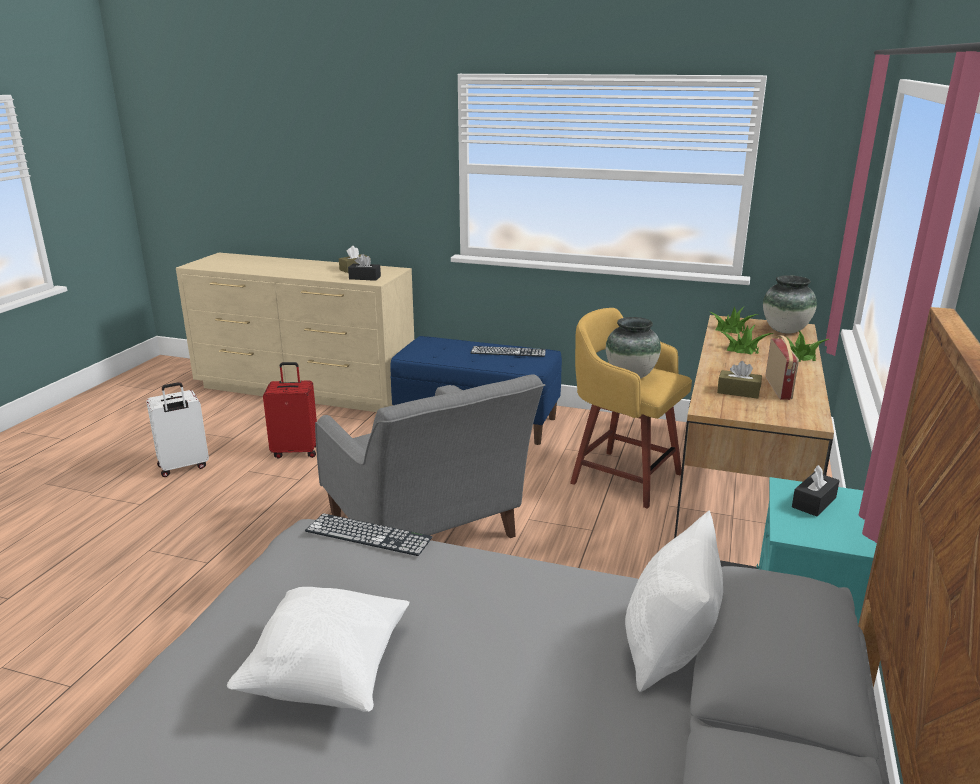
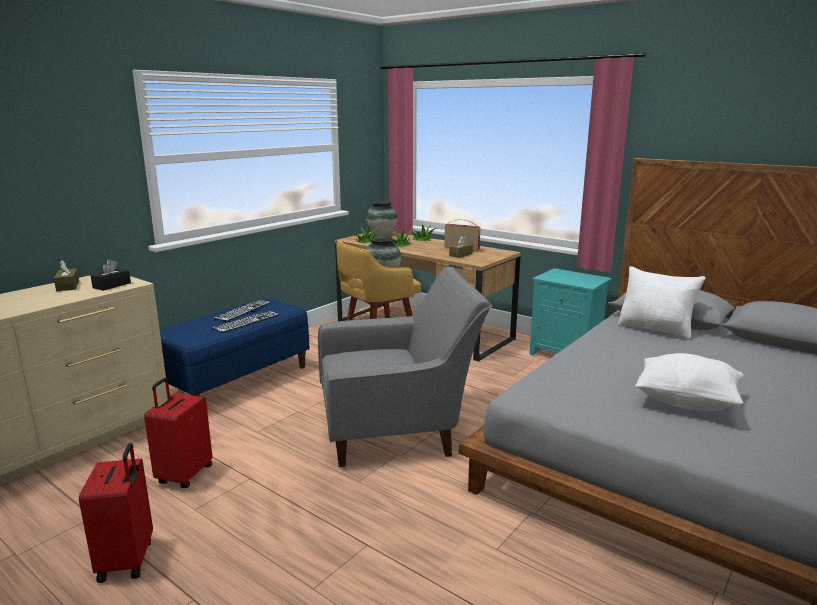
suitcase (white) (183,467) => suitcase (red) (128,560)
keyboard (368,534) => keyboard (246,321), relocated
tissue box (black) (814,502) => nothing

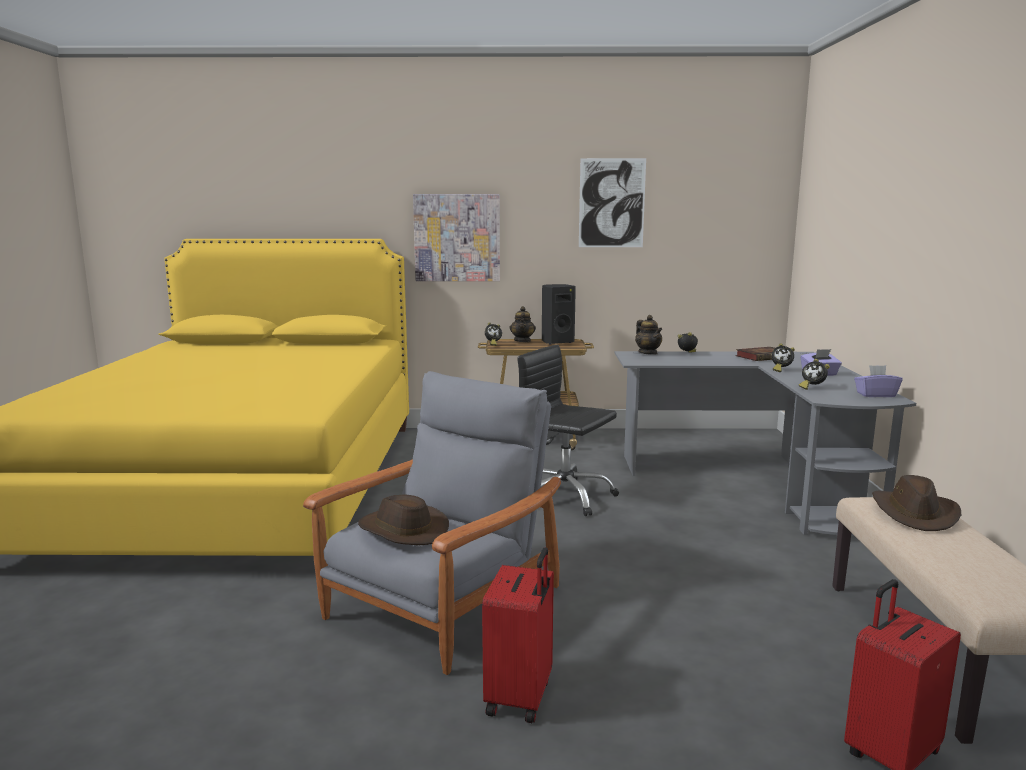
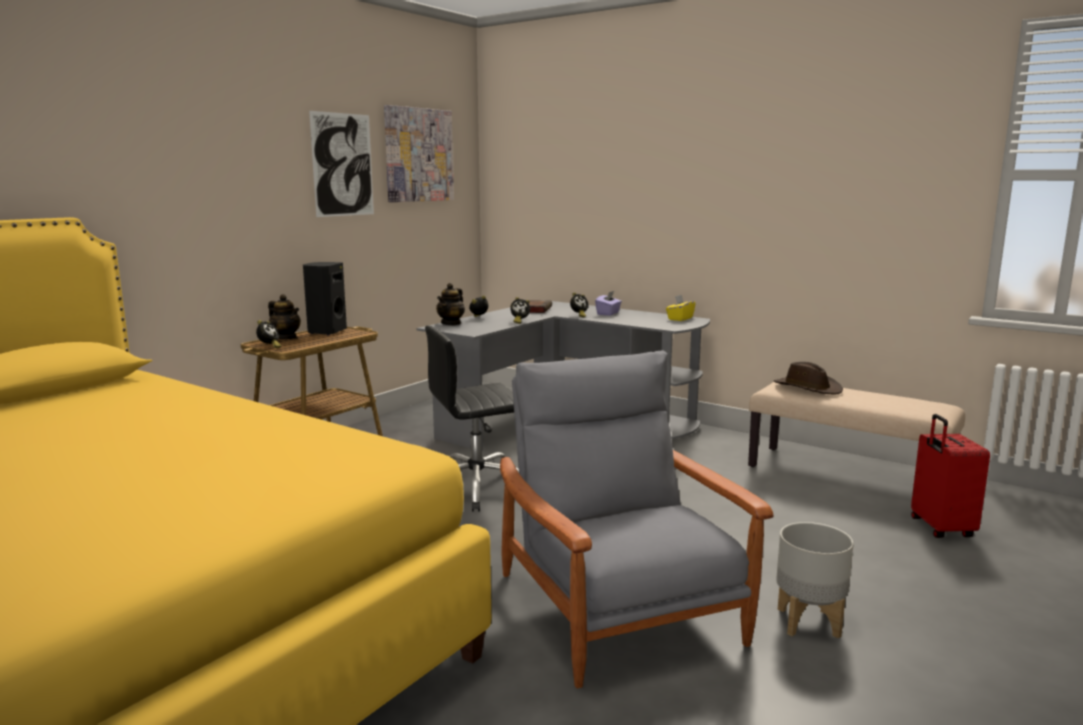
hat (brown) (402,530) => nothing
picture (457,238) => picture (418,155), relocated
suitcase (red) (521,697) => planter (grey) (809,622)
teapot (648,353) => teapot (451,323), 105 degrees clockwise
alarm clock (812,388) => alarm clock (519,321), relocated
tissue box (purple) (875,395) => tissue box (yellow) (680,319)

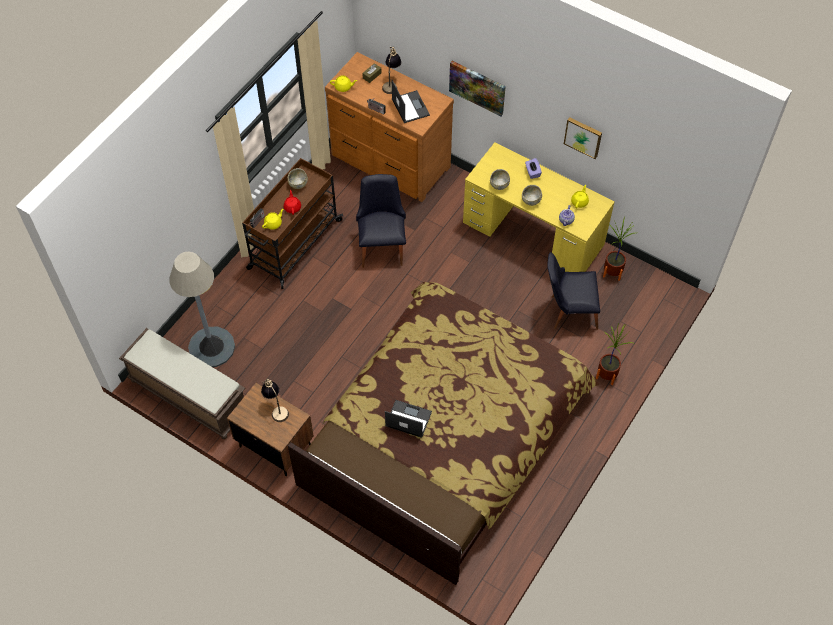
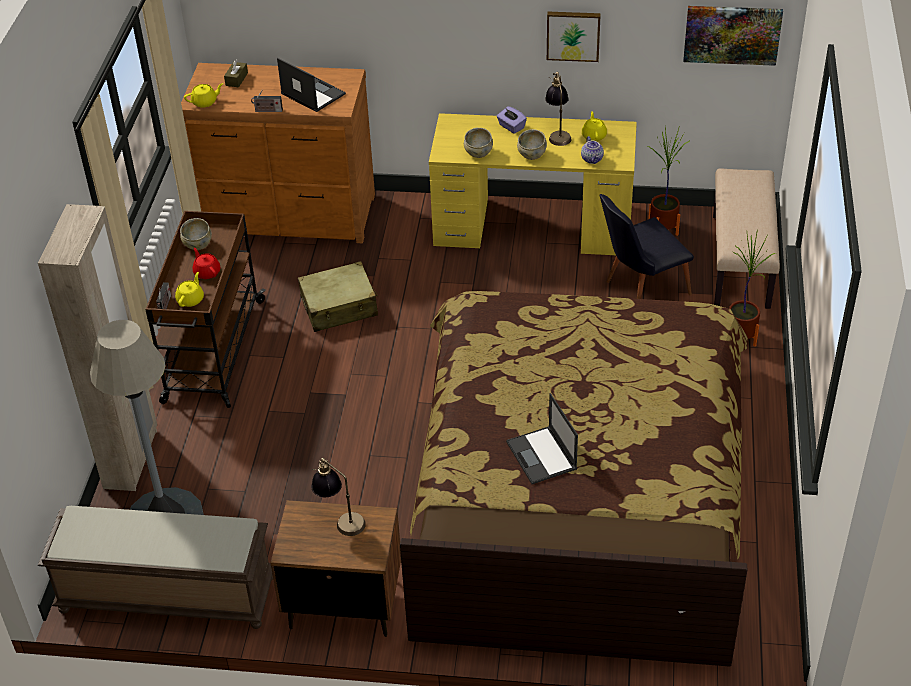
chair (black) (382,244) => suitcase (beige) (339,307)
table lamp (391,83) => table lamp (558,133), relocated
laptop (408,419) => laptop (542,456), 105 degrees counterclockwise
picture (477,87) => picture (732,34), relocated
nothing => wardrobe (beige) (131,459)
nothing => bench (beige) (741,261)

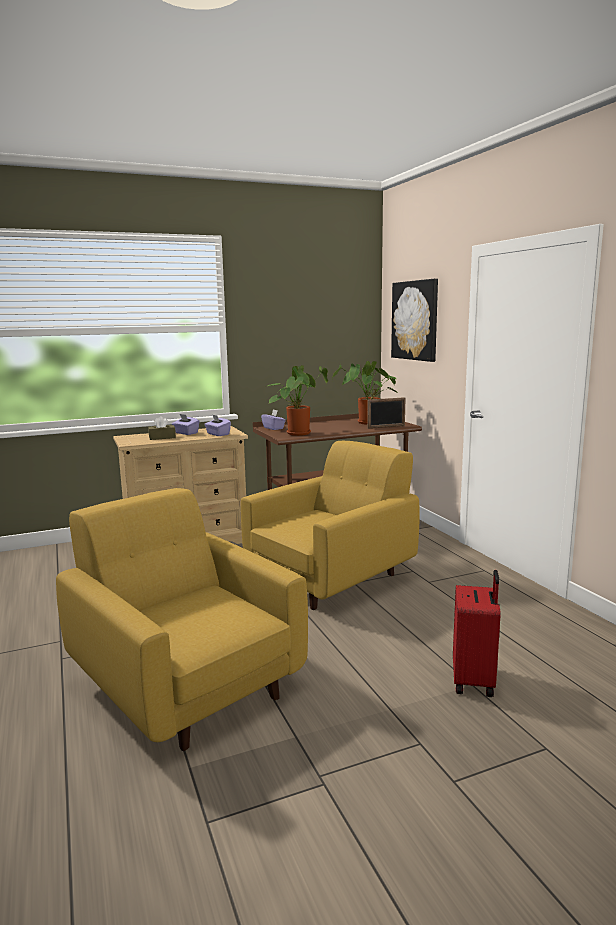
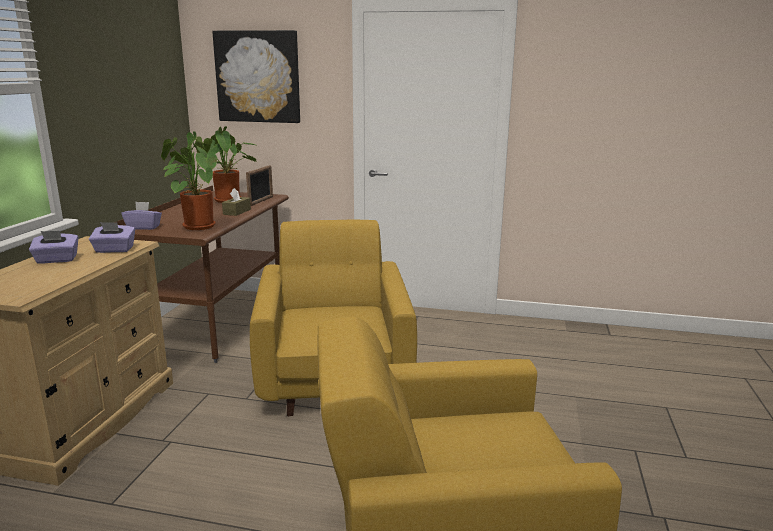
tissue box (brown) (162,437) => tissue box (brown) (237,212), relocated
suitcase (red) (474,681) => nothing

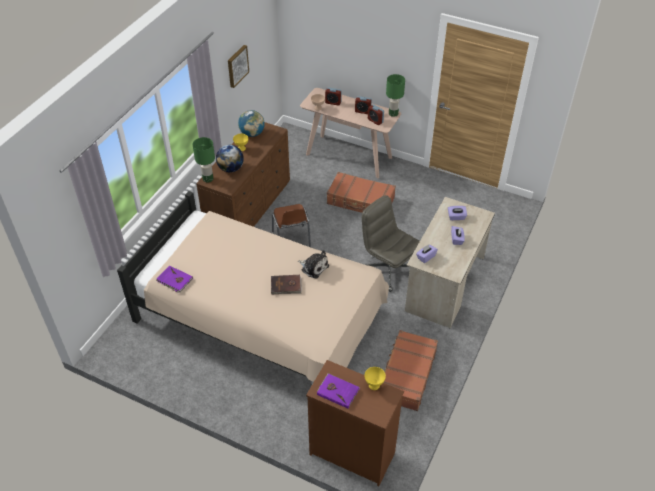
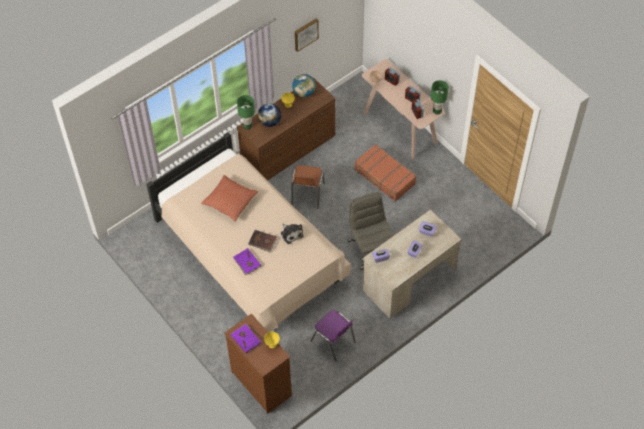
book (purple) (174,280) => book (purple) (247,262), relocated
suitcase (brown) (406,375) => chair (purple) (334,342)
nothing => pillow (230,201)

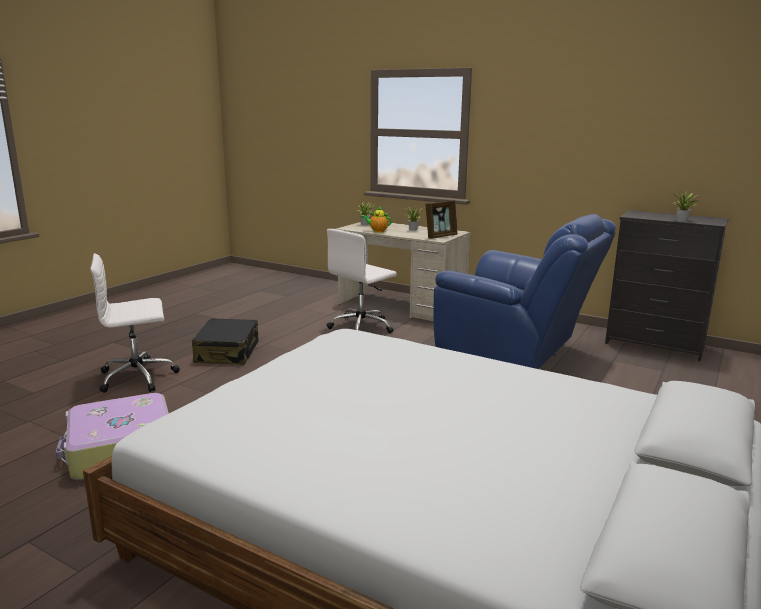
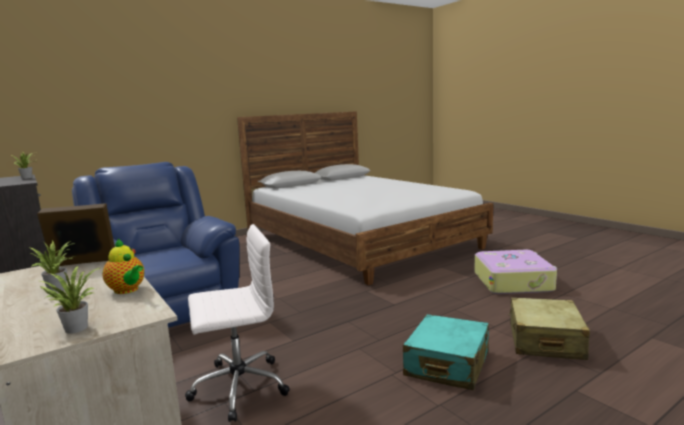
office chair (white) (139,377) => suitcase (beige) (545,341)
suitcase (black) (227,352) => suitcase (turquoise) (447,364)

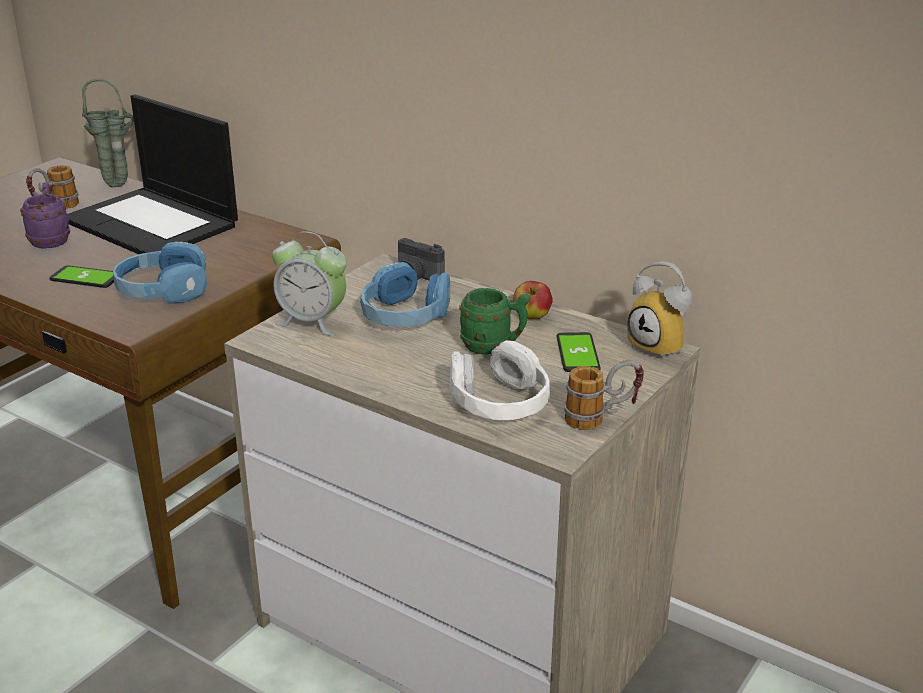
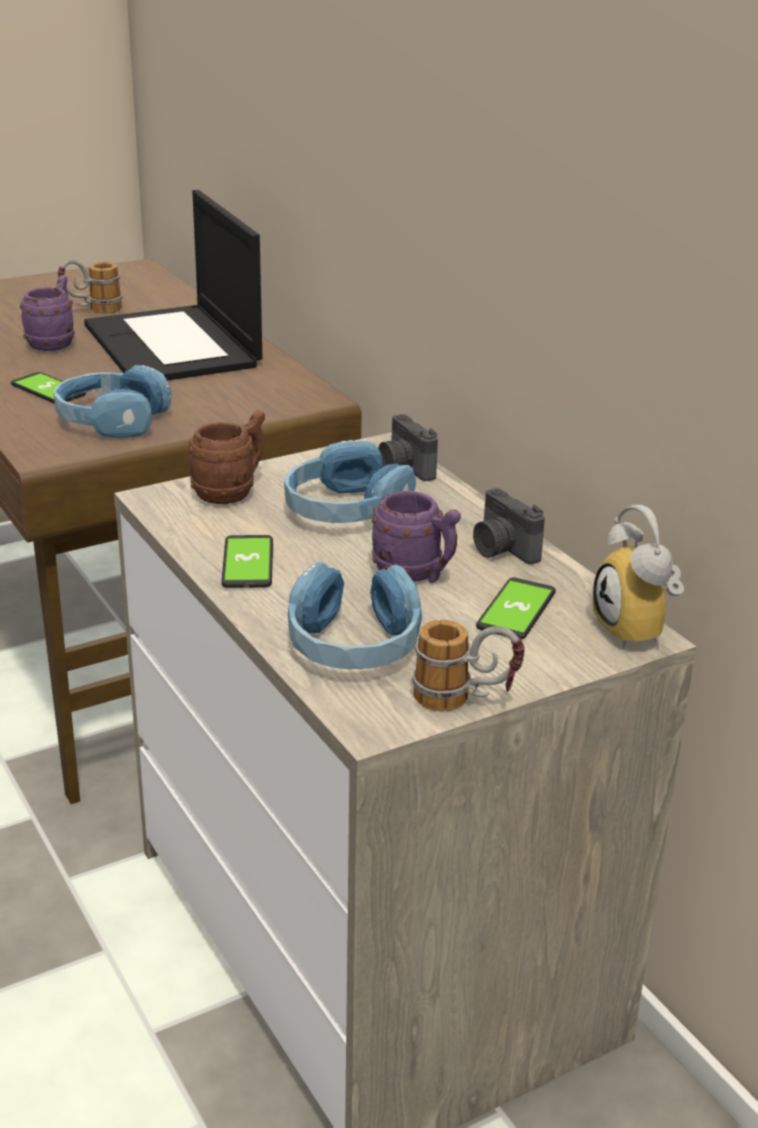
vase (green) (120,186) => nothing
alarm clock (312,322) => mug (brown) (232,492)
headphones (white) (498,403) => headphones (blue) (354,644)
mug (green) (494,347) => mug (purple) (416,575)
apple (532,317) => photo camera (502,550)
nothing => phone (248,563)

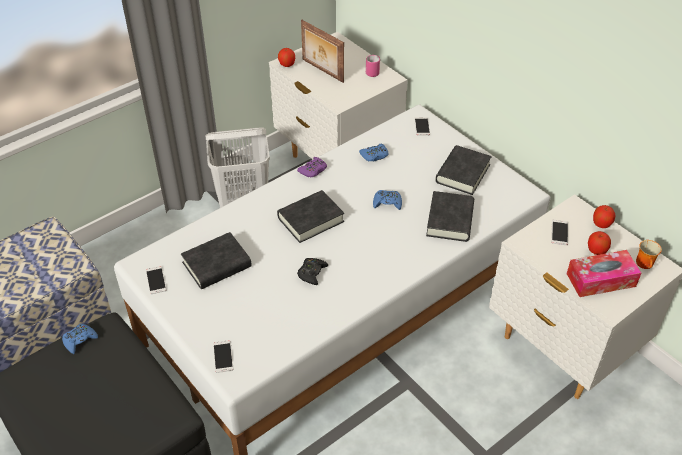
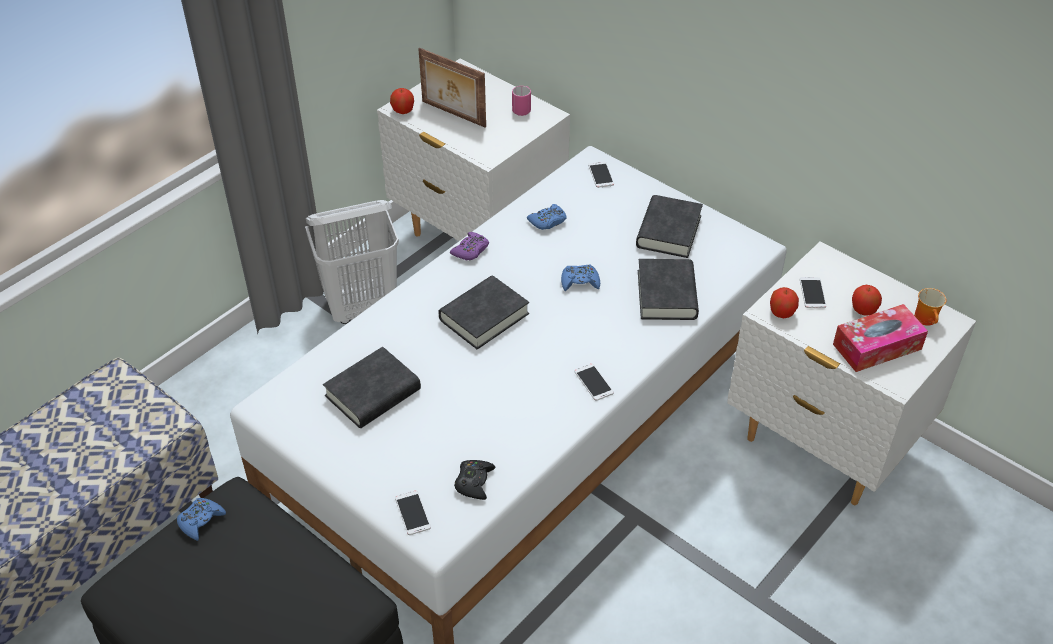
phone (156,280) => phone (593,382), relocated
game controller (black) (312,273) => game controller (black) (474,482), relocated
apple (601,224) => apple (781,313), relocated

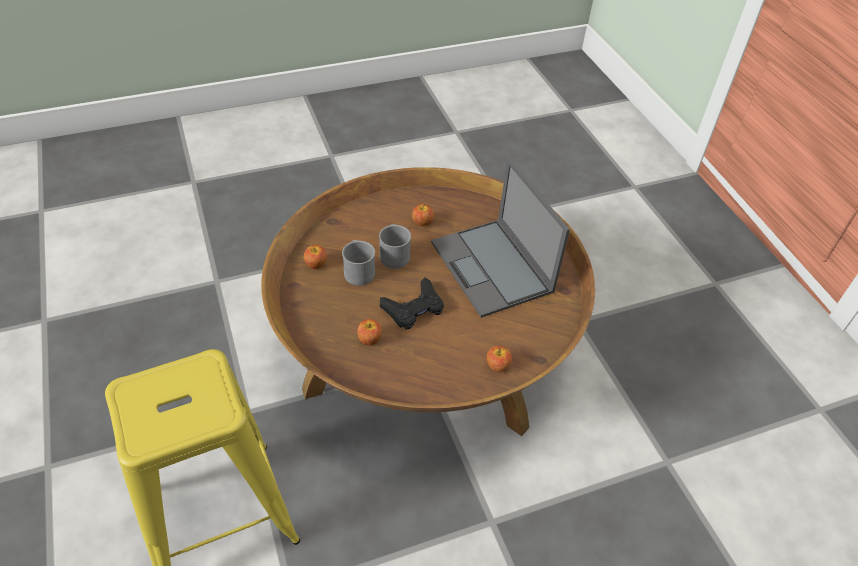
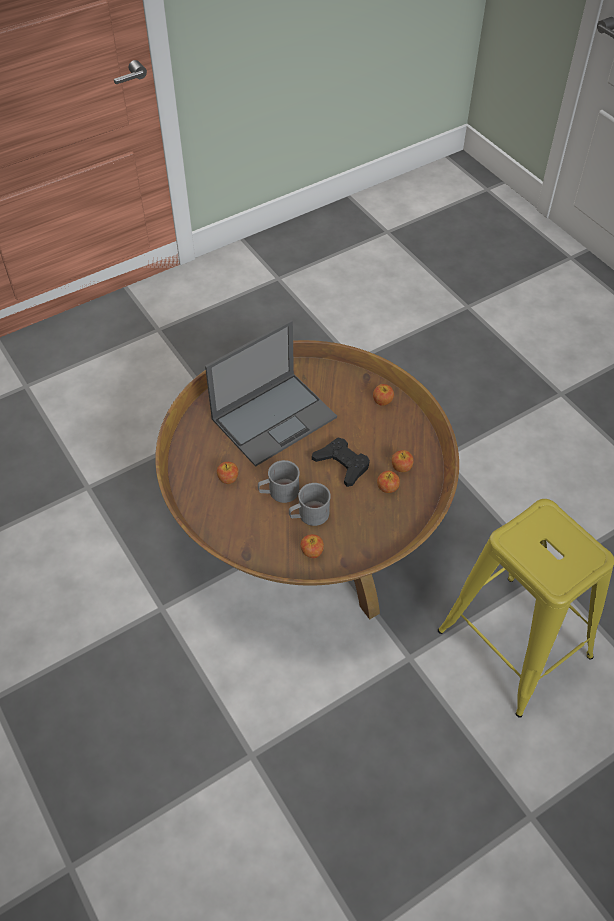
nothing => apple (401,467)

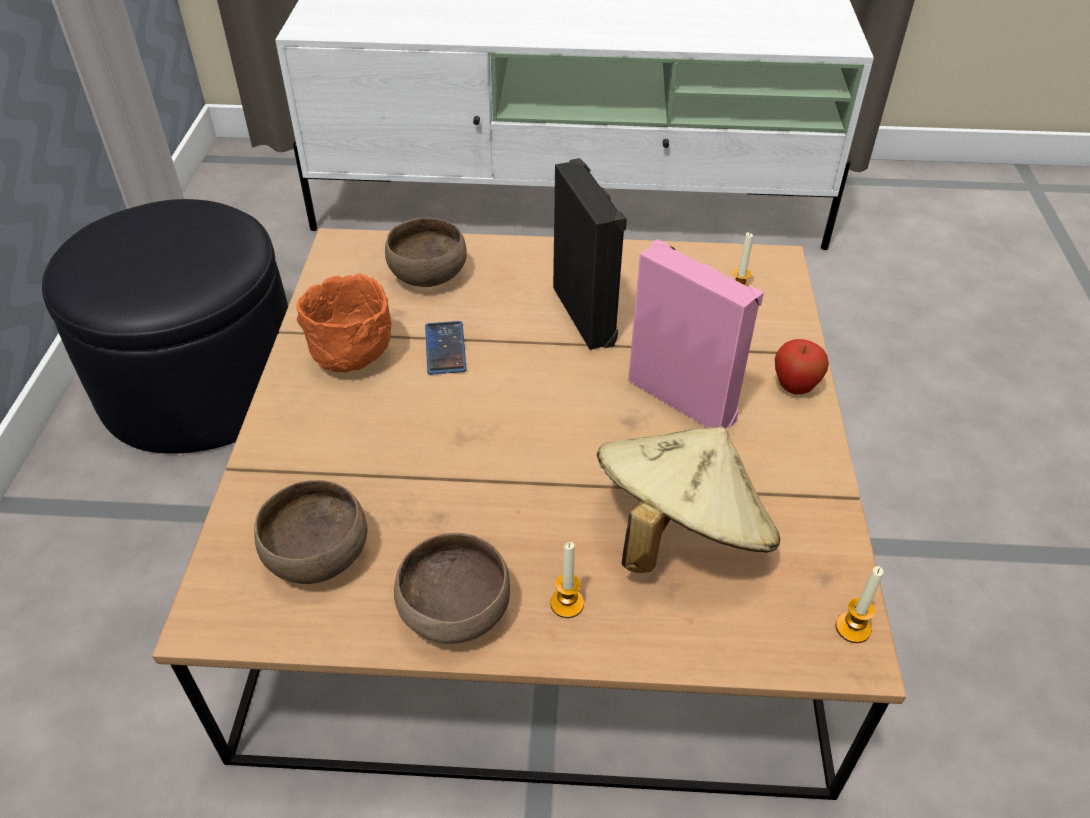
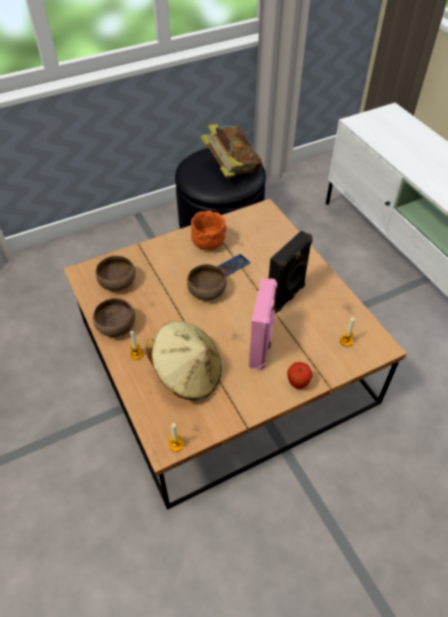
bowl (brown) (427,274) => bowl (brown) (207,291), relocated
nothing => book (231,168)

